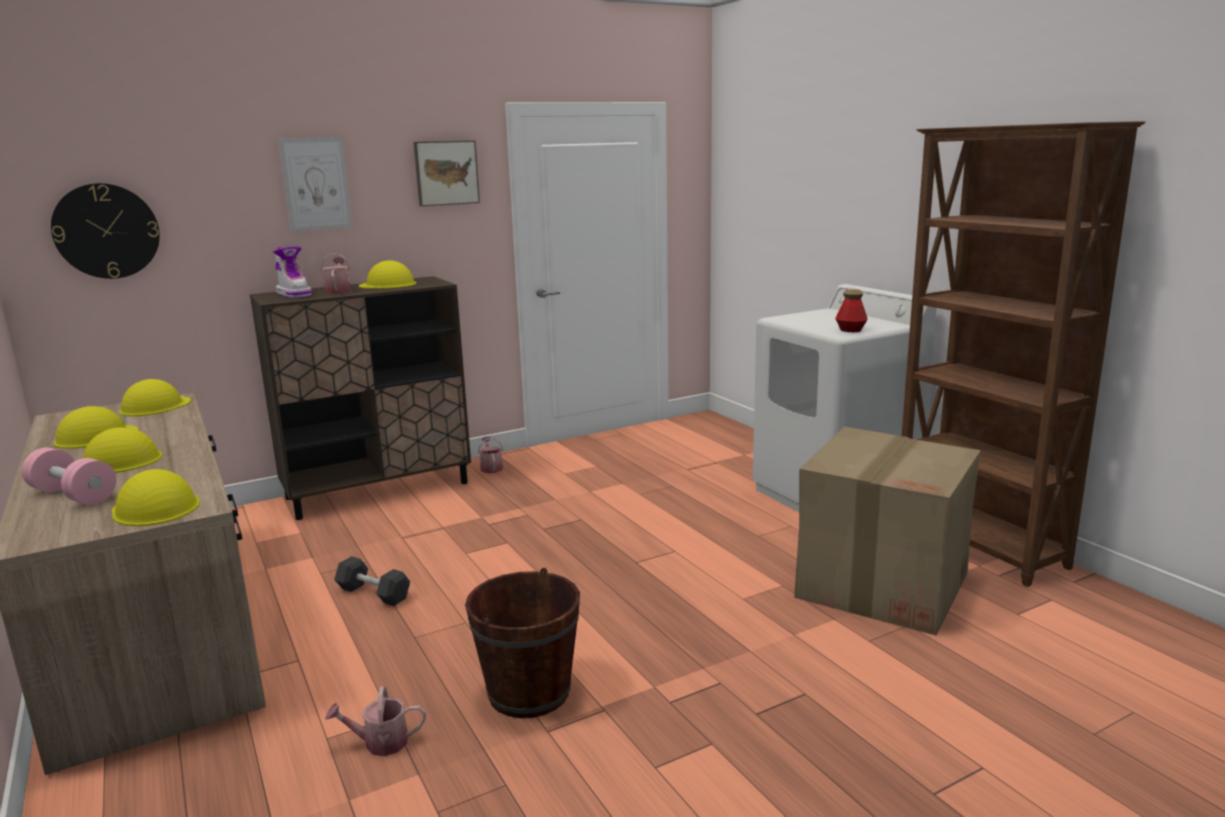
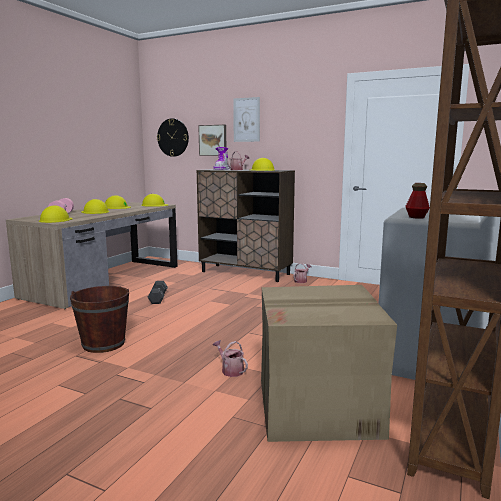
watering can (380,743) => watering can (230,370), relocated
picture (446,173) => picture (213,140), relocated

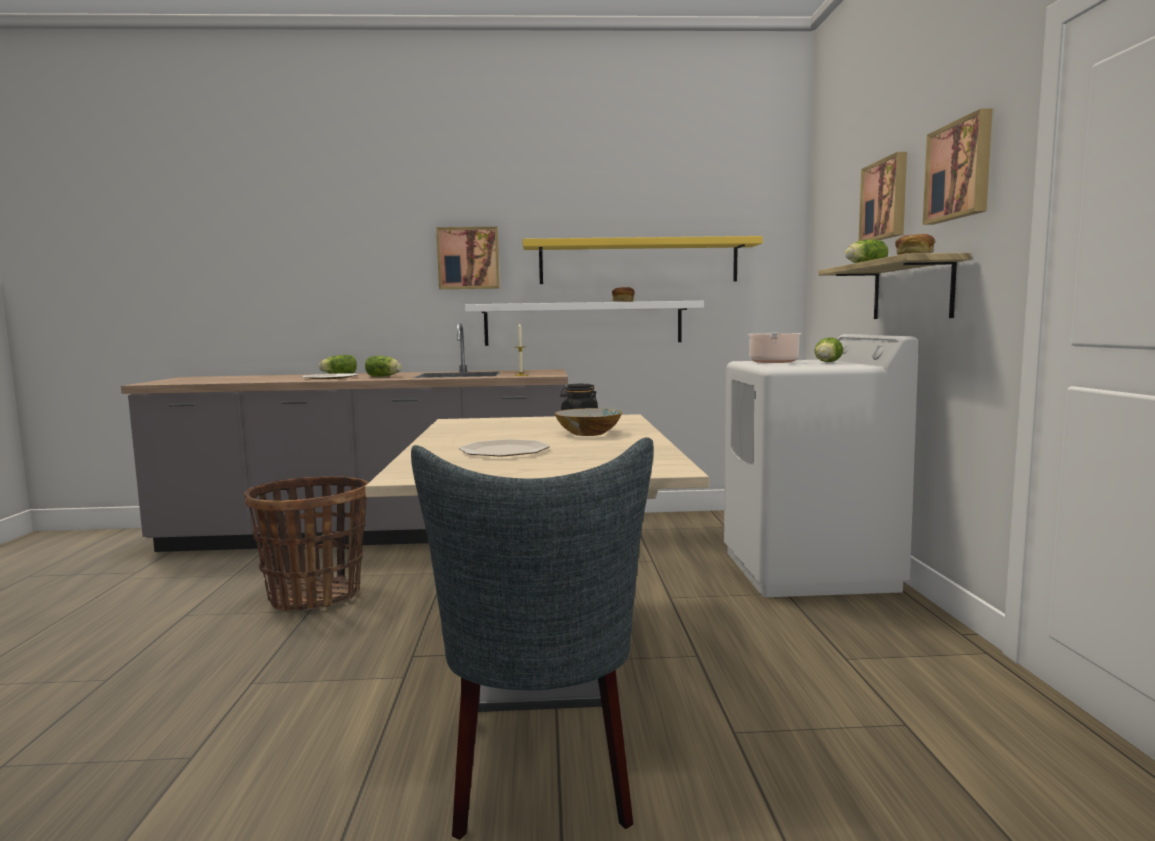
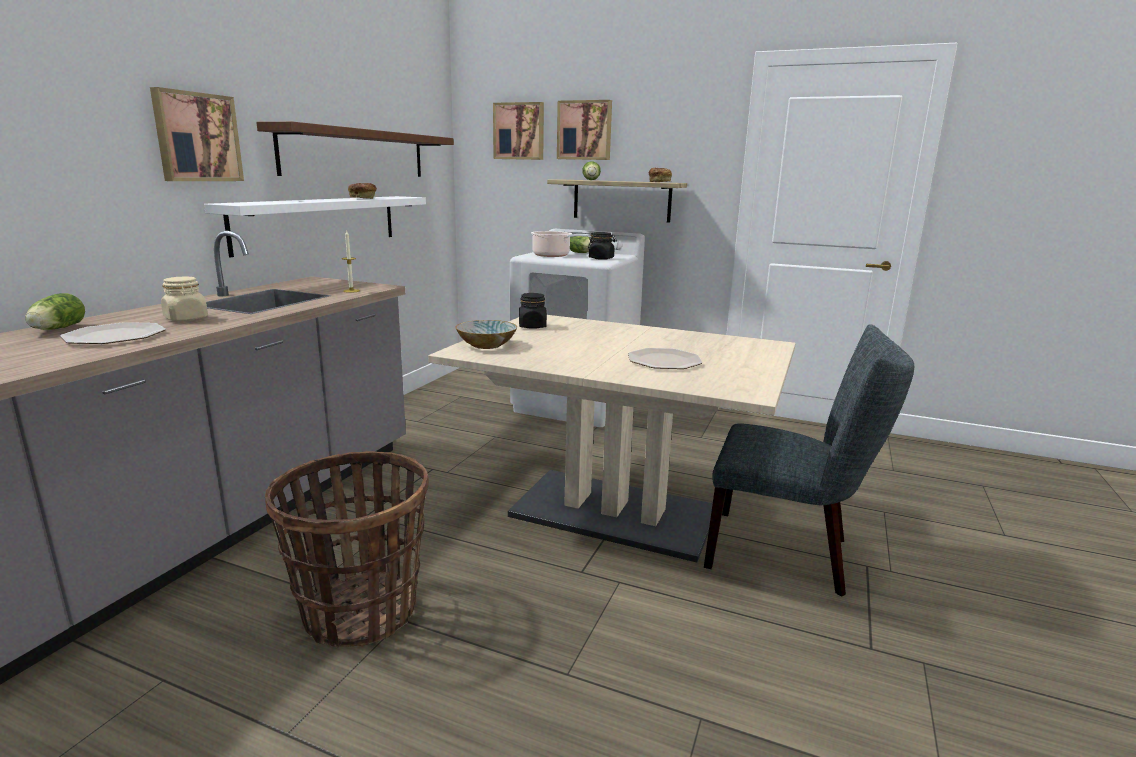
lettuce (384,376) => jar (beige) (186,318)
shelf (yellow) (638,262) => shelf (brown) (357,154)
bowl (588,433) => bowl (487,345), relocated
picture (960,170) => picture (519,131), relocated
nothing => jar (black) (601,258)

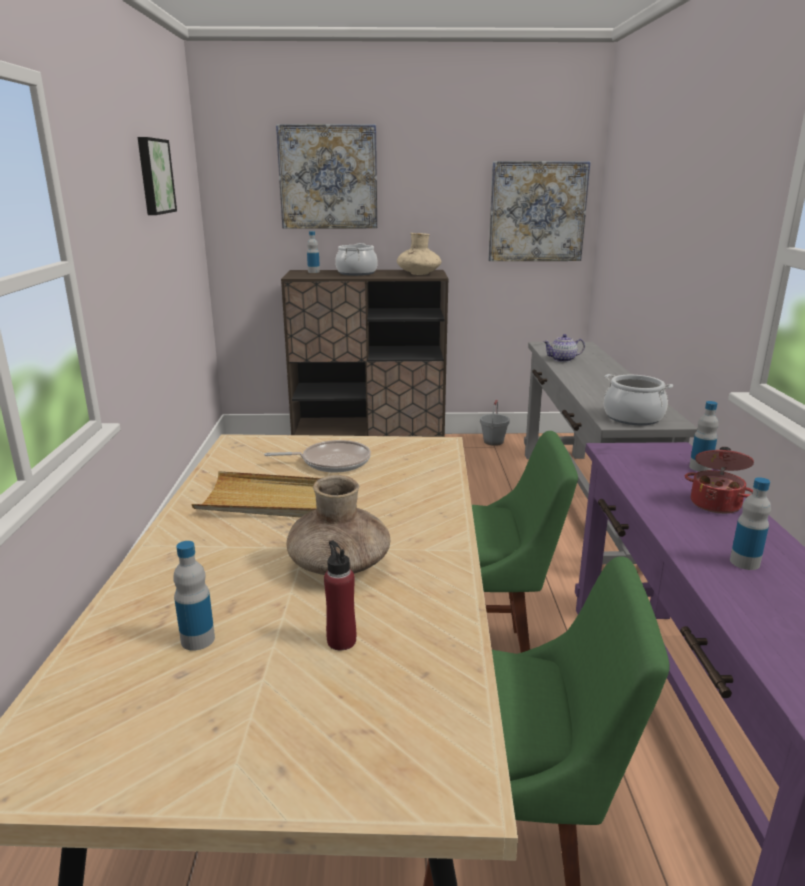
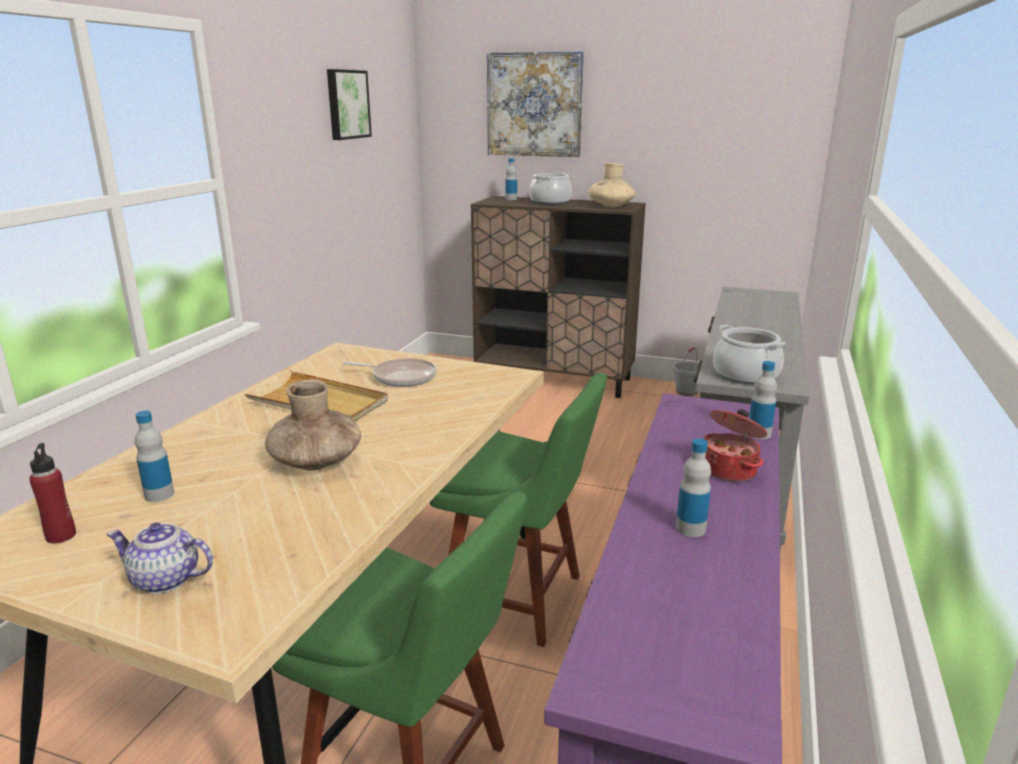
bottle (red) (341,641) => bottle (red) (61,536), relocated
picture (537,212) => nothing
teapot (563,360) => teapot (166,580), relocated

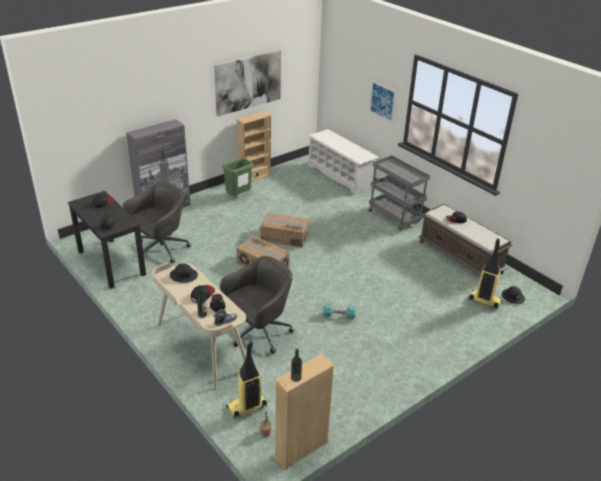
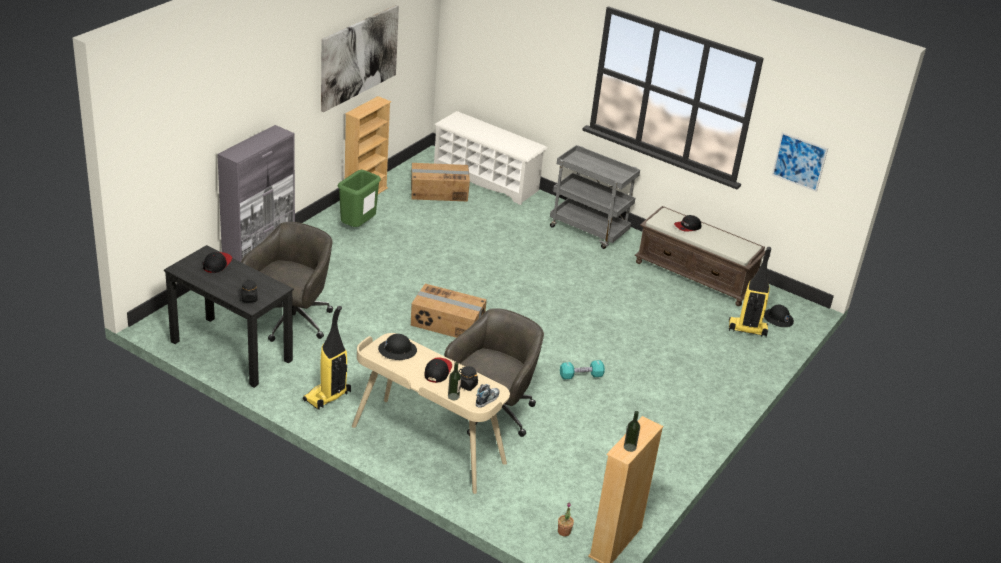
vacuum cleaner (246,407) => vacuum cleaner (327,397), relocated
cardboard box (284,237) => cardboard box (439,191), relocated
picture (382,101) => picture (799,161), relocated

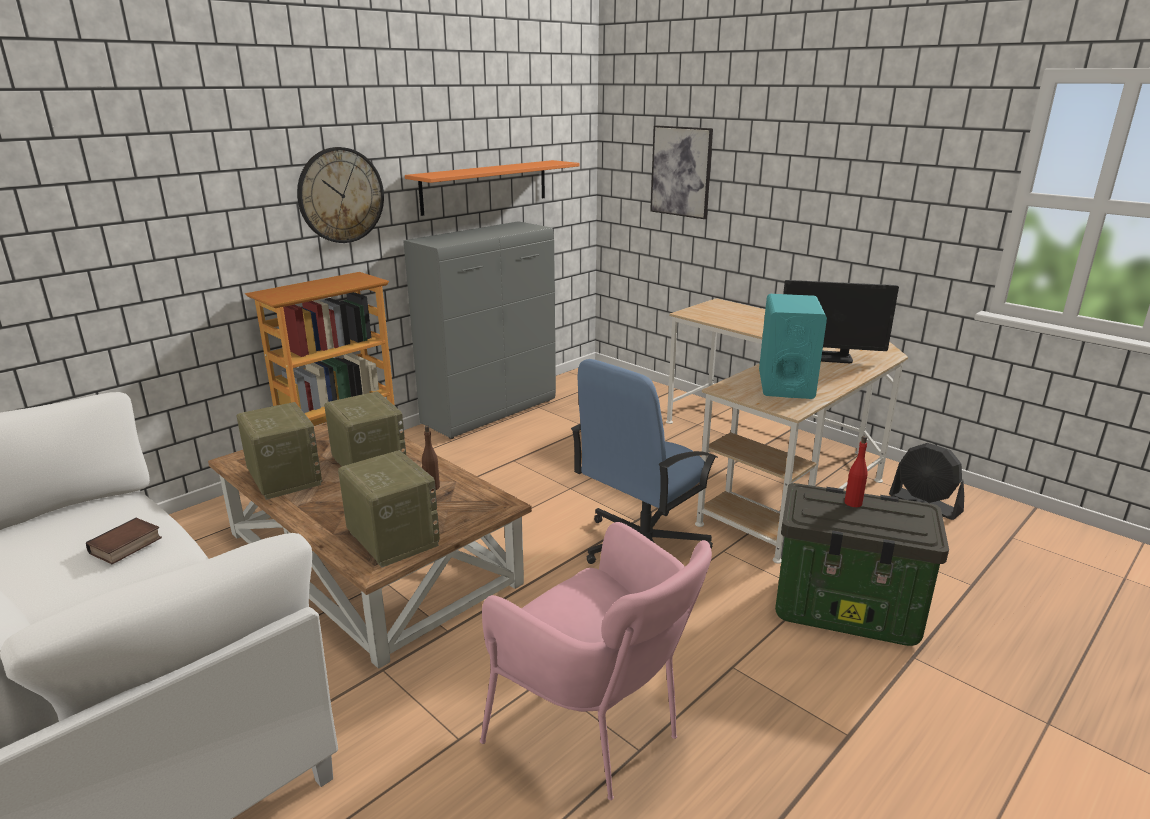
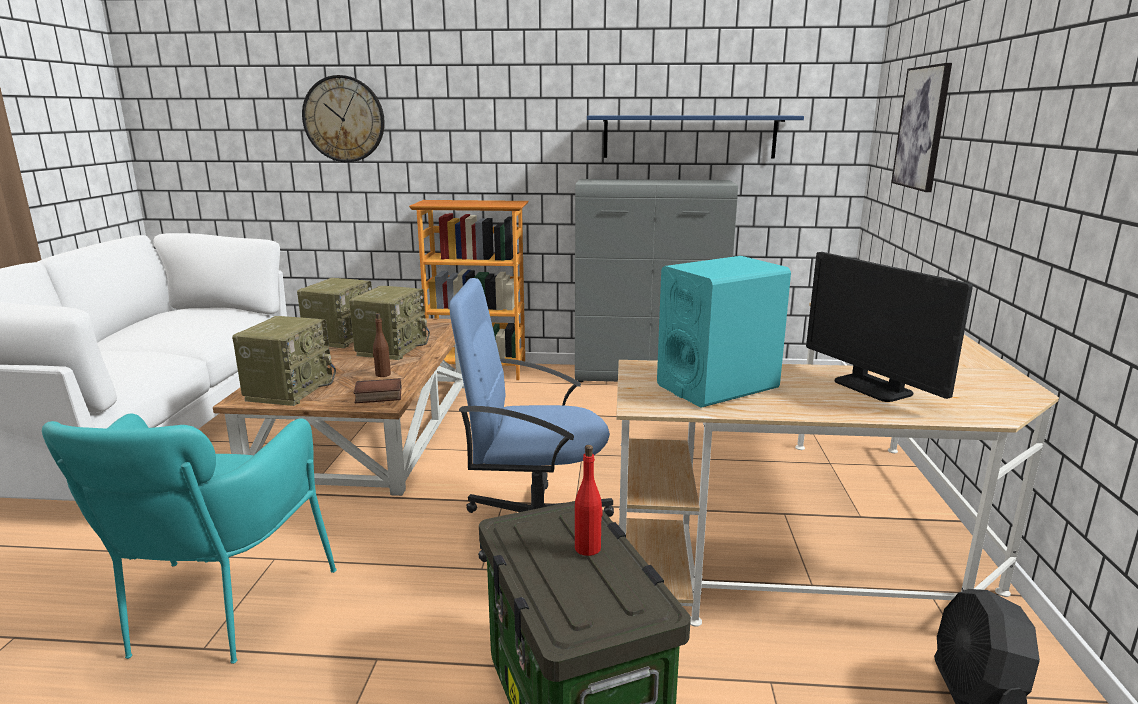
book (126,546) => book (377,396), relocated
wall clock (341,195) => wall clock (344,119), relocated
shelf (orange) (485,186) => shelf (blue) (689,137)
armchair (pink) (598,733) => armchair (turquoise) (216,615)

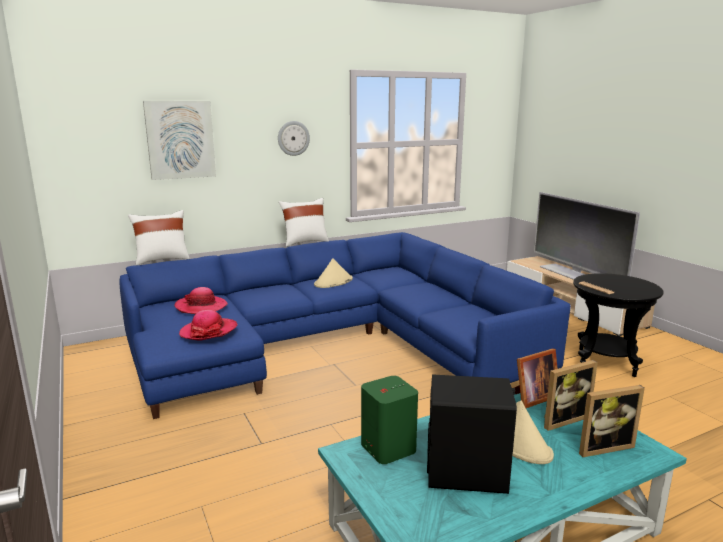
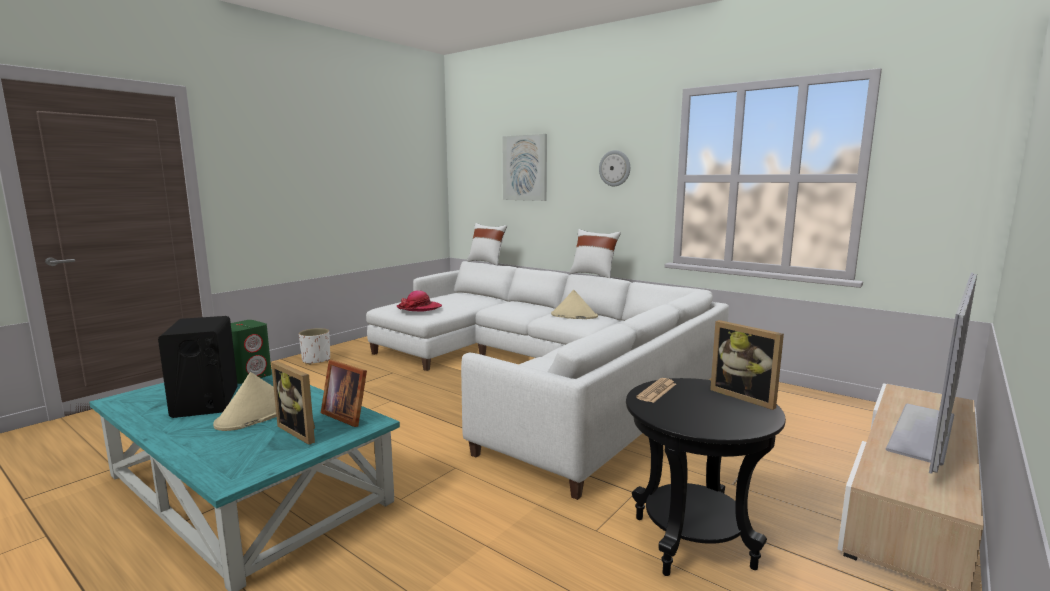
sofa (blue) (334,343) => sofa (white) (542,374)
hat (201,307) => nothing
picture frame (602,446) => picture frame (745,396), relocated
nothing => planter (white) (316,360)

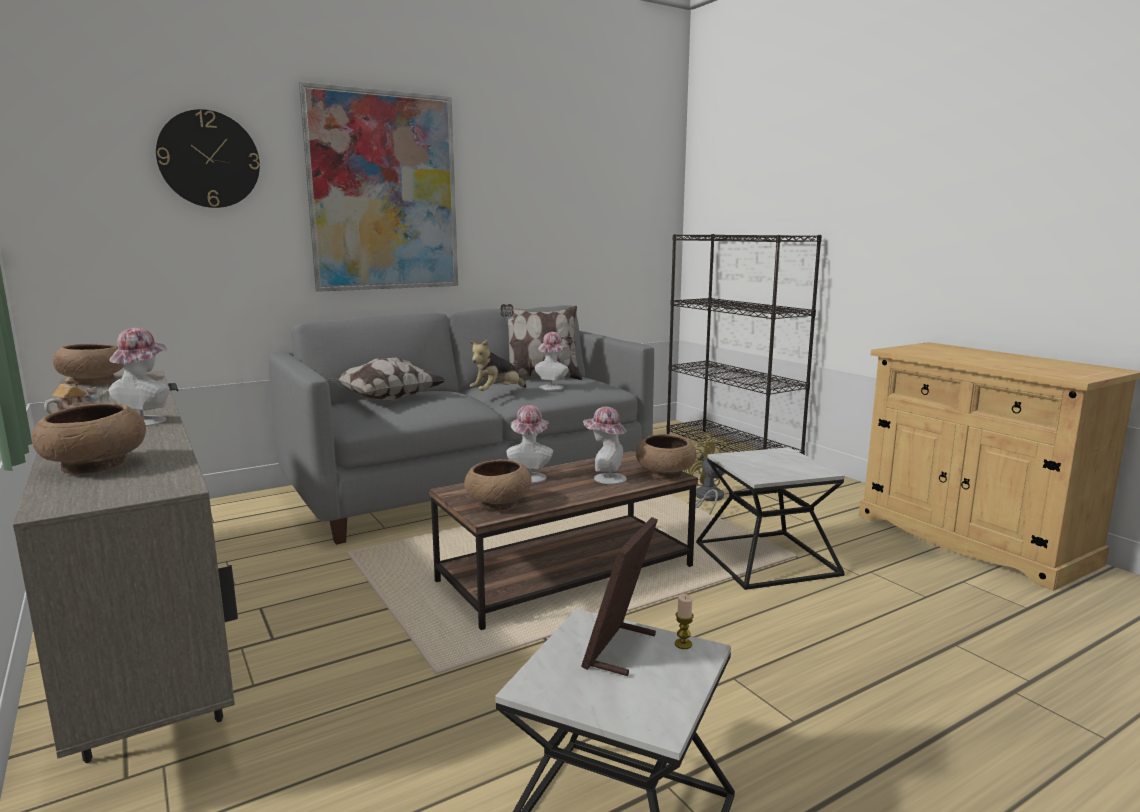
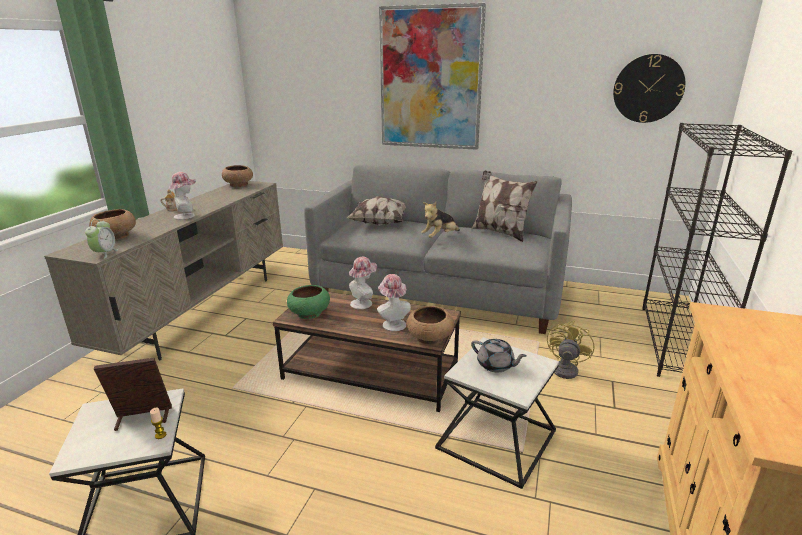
wall clock (209,159) => wall clock (648,88), relocated
bowl (brown) (498,504) => bowl (green) (309,313)
plush toy (497,393) => plush toy (440,237), 45 degrees counterclockwise
hat (553,387) => nothing
nothing => alarm clock (105,254)
nothing => teapot (grey) (496,365)

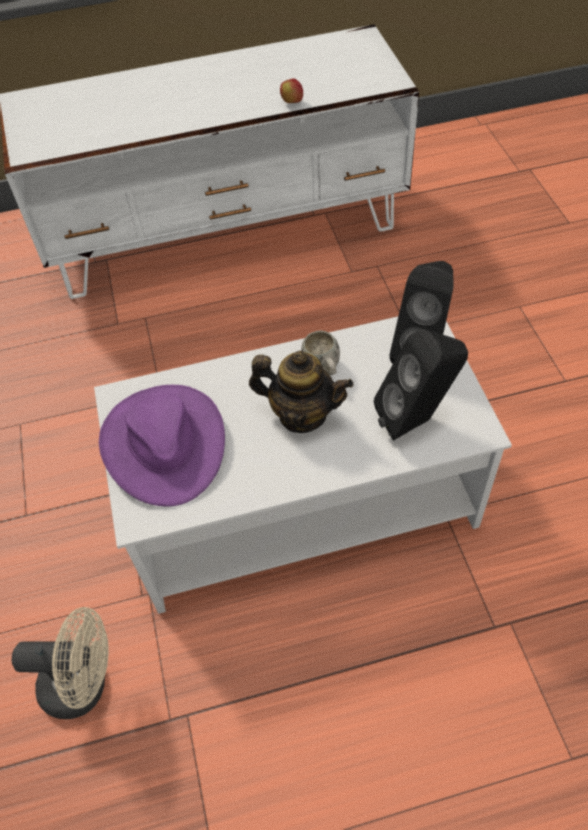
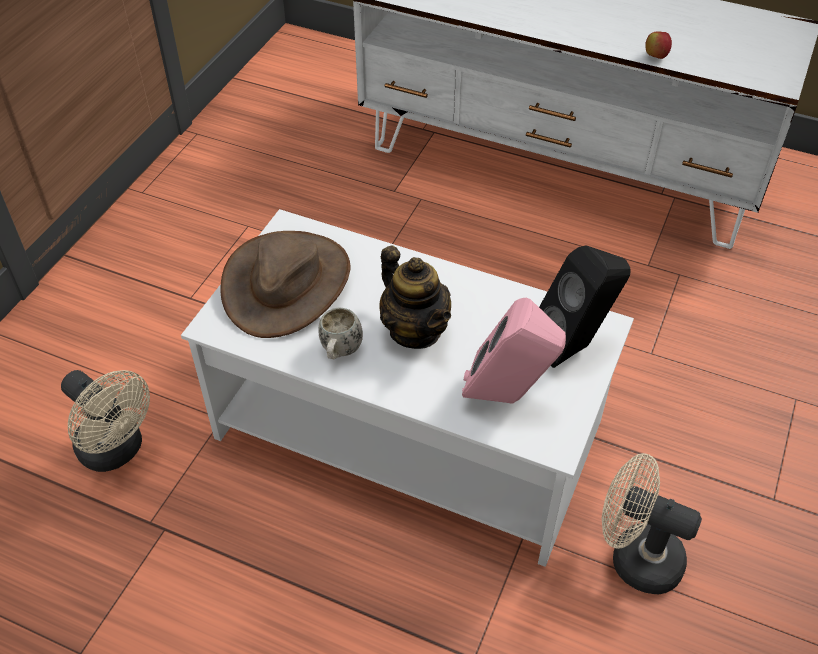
hat (purple) (164,444) => hat (brown) (286,283)
mug (white) (323,369) => mug (white) (340,352), relocated
speaker (black) (416,420) => speaker (pink) (508,398)
nothing => fan (beige) (635,557)

